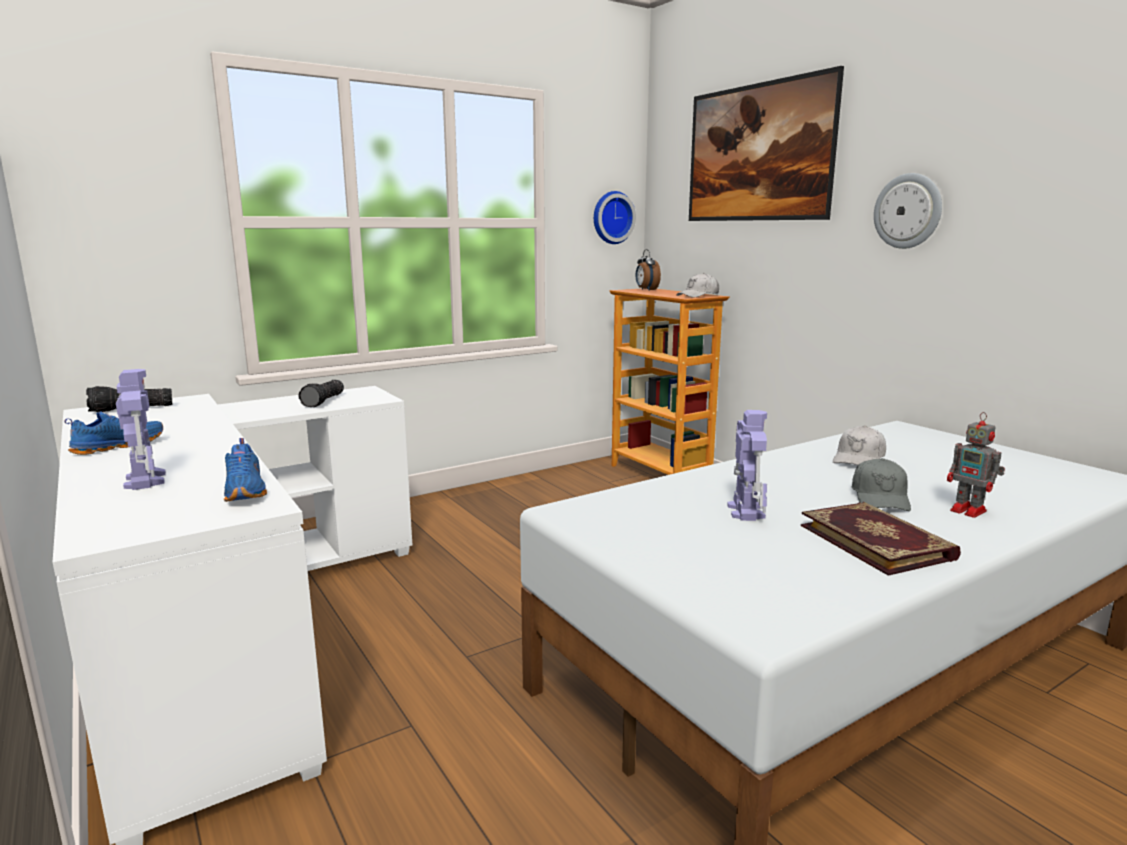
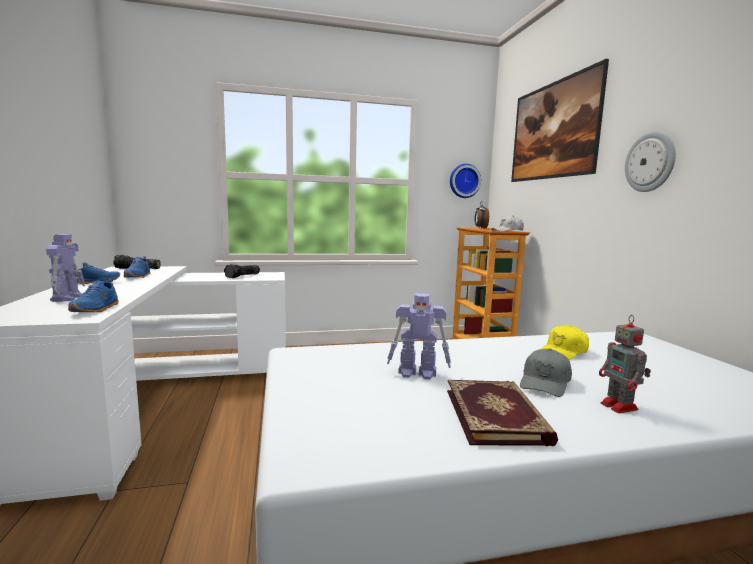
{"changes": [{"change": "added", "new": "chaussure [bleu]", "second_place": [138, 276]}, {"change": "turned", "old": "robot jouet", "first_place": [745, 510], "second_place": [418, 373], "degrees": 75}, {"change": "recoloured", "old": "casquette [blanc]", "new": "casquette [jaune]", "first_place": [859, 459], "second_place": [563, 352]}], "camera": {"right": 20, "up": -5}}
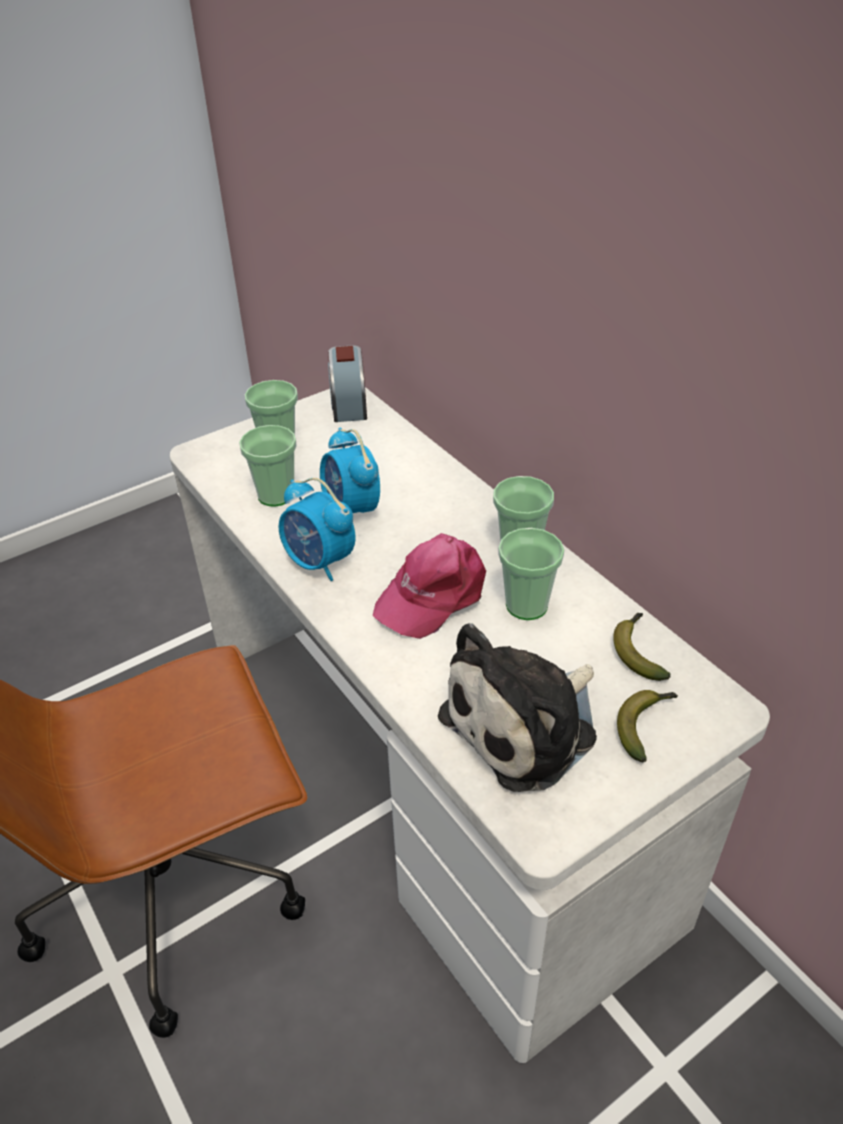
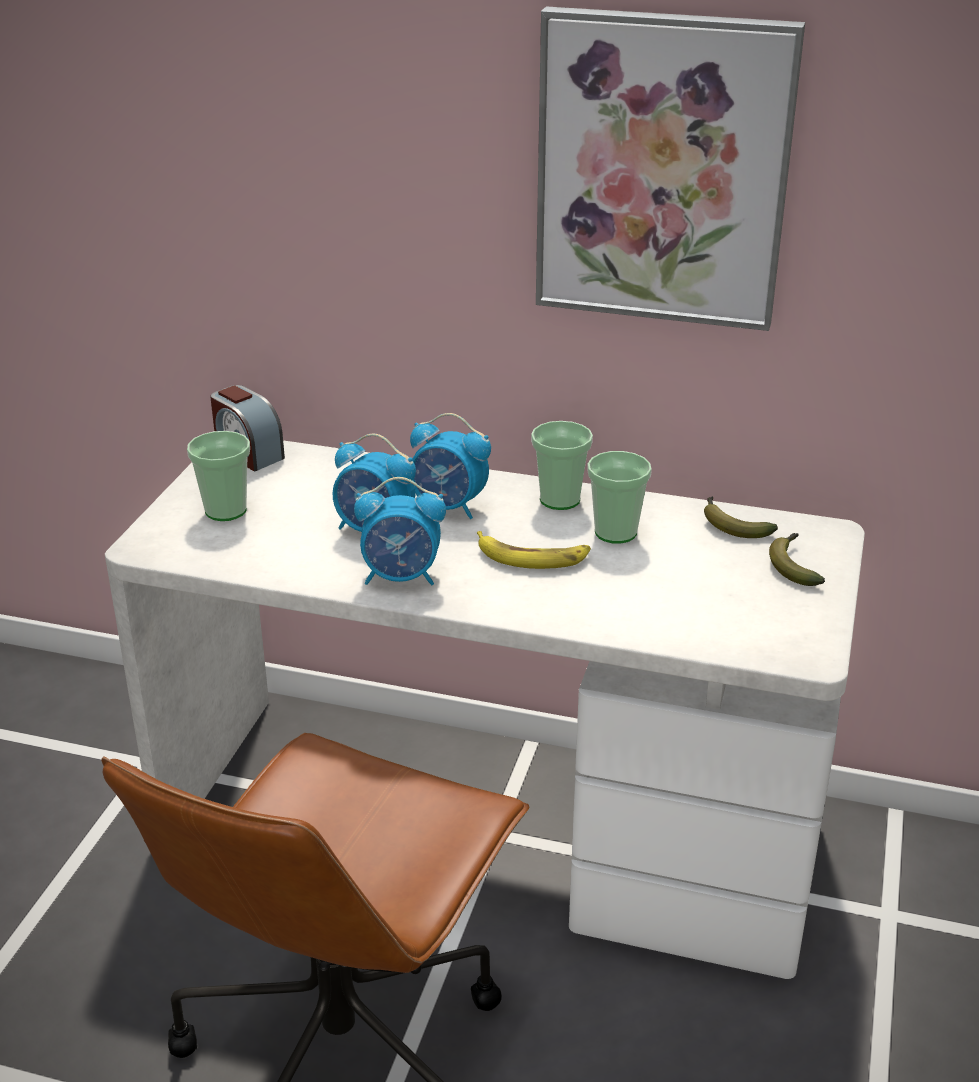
{"changes": [{"change": "added", "new": "réveil", "second_place": [448, 507]}, {"change": "replaced", "old": "casquette [rose]", "new": "banane", "first_place": [433, 594], "second_place": [532, 556]}, {"change": "added", "new": "tableau", "second_place": [662, 170]}, {"change": "removed", "old": "tasse", "first_place": [276, 495]}, {"change": "removed", "old": "peluche", "first_place": [526, 724]}], "camera": {"right": -40, "up": -10}}
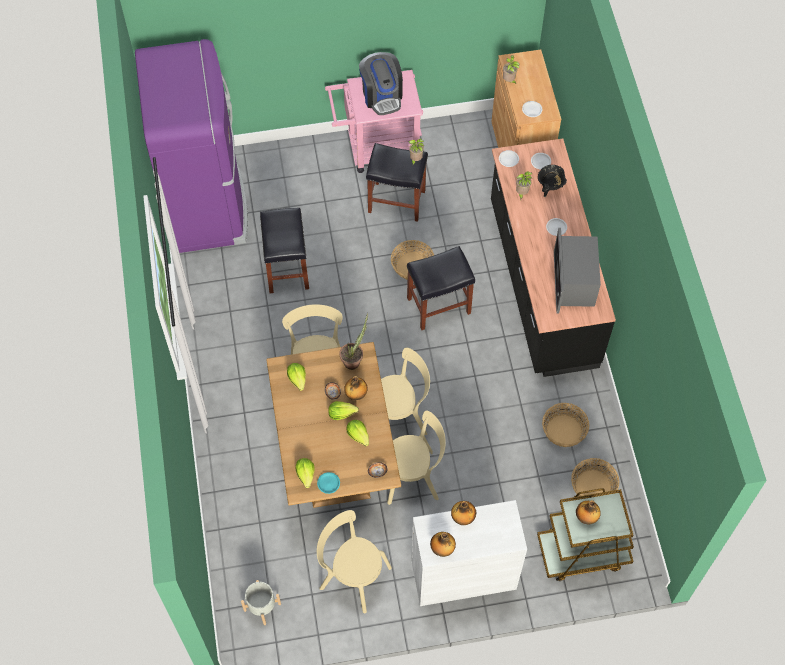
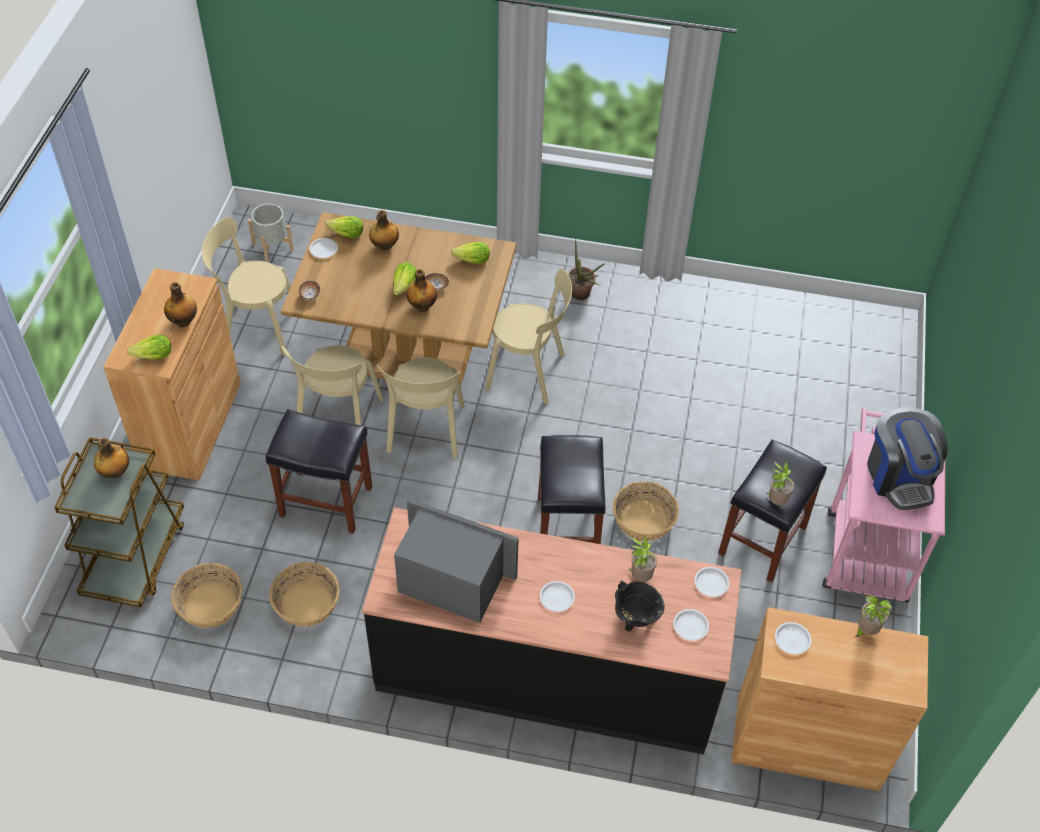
{"changes": [{"change": "recoloured", "old": "meuble de rangement [blanc]", "new": "meuble de rangement [marron]", "first_place": [463, 574], "second_place": [191, 425]}, {"change": "moved", "old": "laitue", "first_place": [358, 435], "second_place": [153, 356]}, {"change": "turned", "old": "chaise [beige]", "first_place": [352, 576], "second_place": [256, 327], "degrees": -135}, {"change": "moved", "old": "tabouret [noir]", "first_place": [287, 269], "second_place": [324, 501]}, {"change": "recoloured", "old": "assiette [turquoise]", "new": "assiette [blanc]", "first_place": [328, 483], "second_place": [323, 249]}, {"change": "moved", "old": "bouteille", "first_place": [442, 549], "second_place": [384, 246]}, {"change": "moved", "old": "plante en pot", "first_place": [354, 359], "second_place": [582, 296]}, {"change": "turned", "old": "machine à café", "first_place": [382, 95], "second_place": [899, 476], "degrees": -105}, {"change": "removed", "old": "réfrigérateur [violet]", "first_place": [207, 204]}], "camera": {"right": 110, "up": -10}}
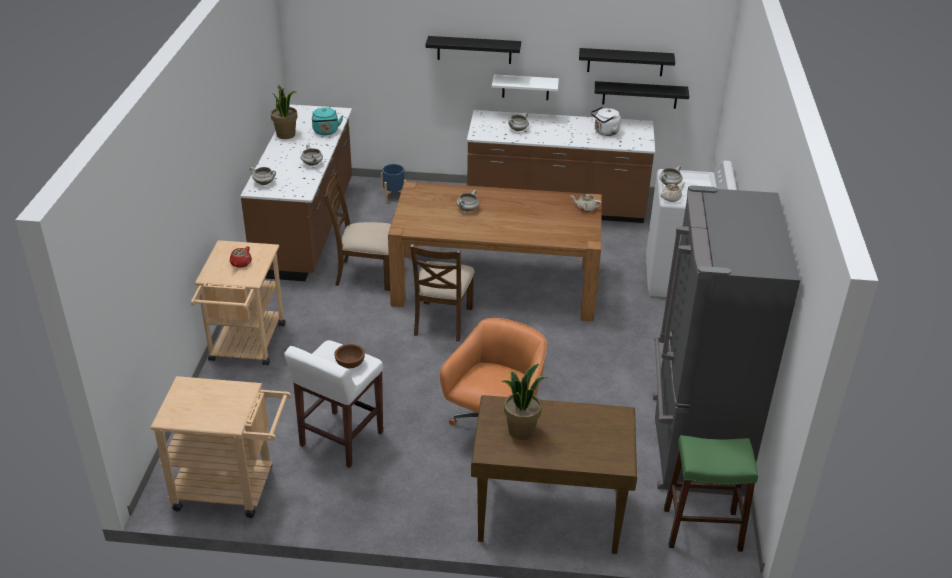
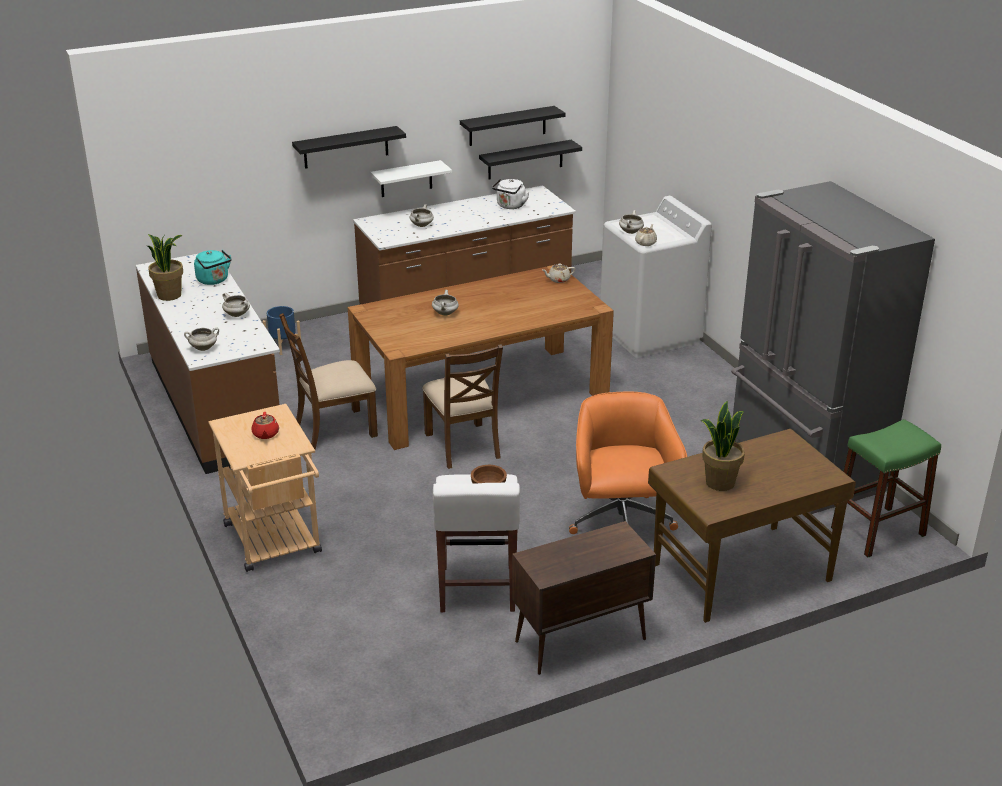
{"changes": [{"change": "added", "new": "meuble de rangement [marron]", "second_place": [579, 641]}, {"change": "removed", "old": "chariot [beige]", "first_place": [233, 489]}], "camera": {"right": -30, "up": -5}}
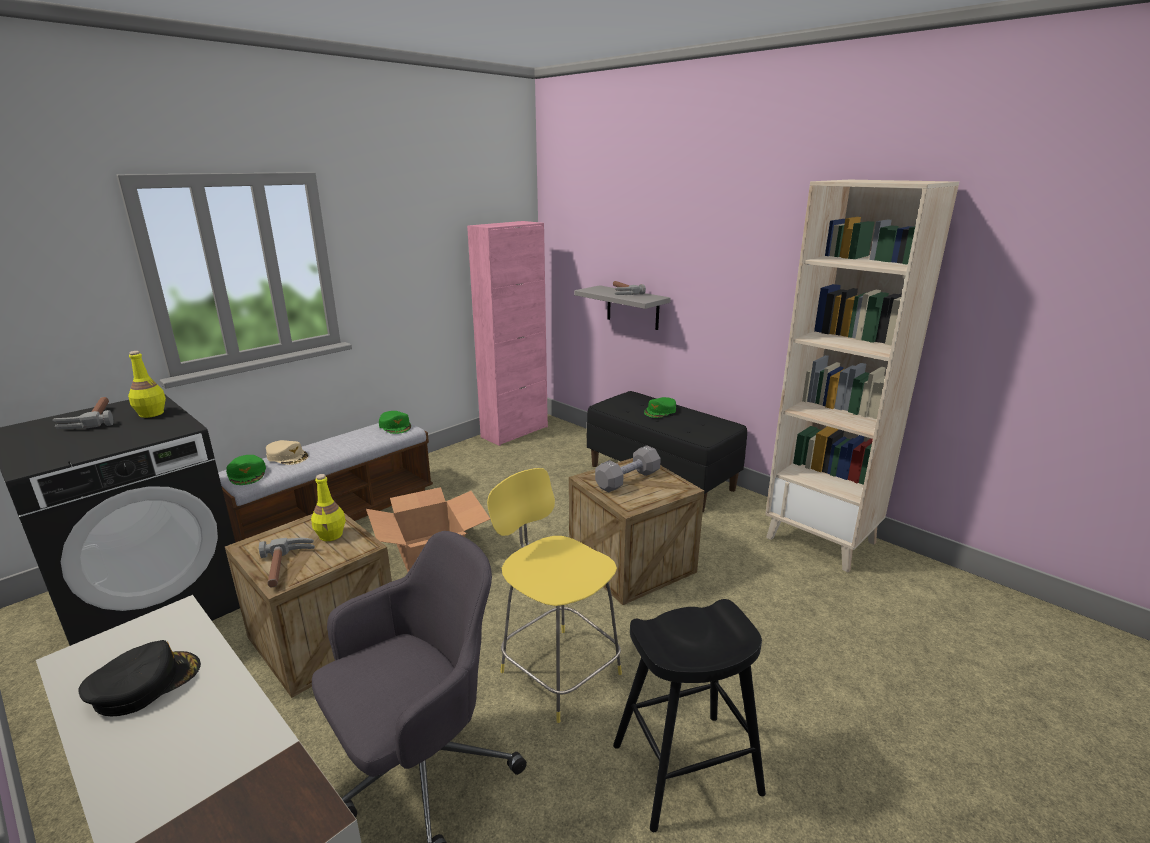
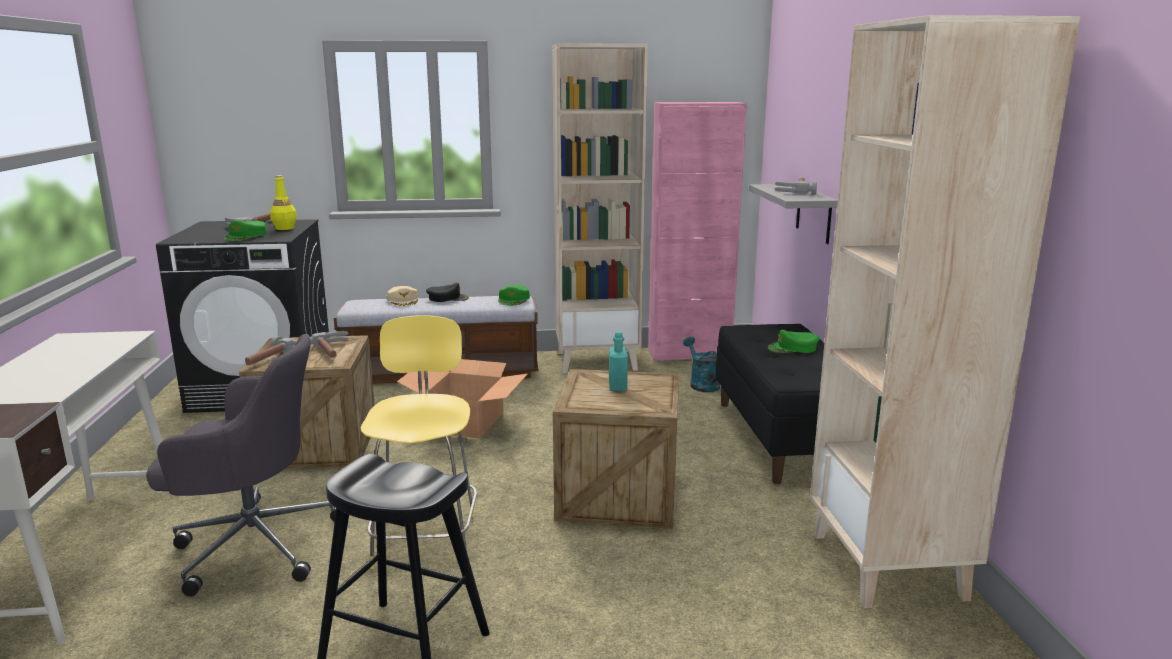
{"changes": [{"change": "moved", "old": "casquette [vert]", "first_place": [247, 474], "second_place": [246, 236]}, {"change": "replaced", "old": "bouteille [jaune]", "new": "marteau", "first_place": [331, 535], "second_place": [332, 351]}, {"change": "moved", "old": "casquette [noir]", "first_place": [145, 684], "second_place": [447, 298]}, {"change": "added", "new": "bibliothèque [beige]", "second_place": [597, 360]}, {"change": "replaced", "old": "haltère [gris]", "new": "bouteille [turquoise]", "first_place": [627, 480], "second_place": [617, 387]}, {"change": "added", "new": "arrosoir [turquoise]", "second_place": [701, 384]}], "camera": {"right": 40, "up": -5}}
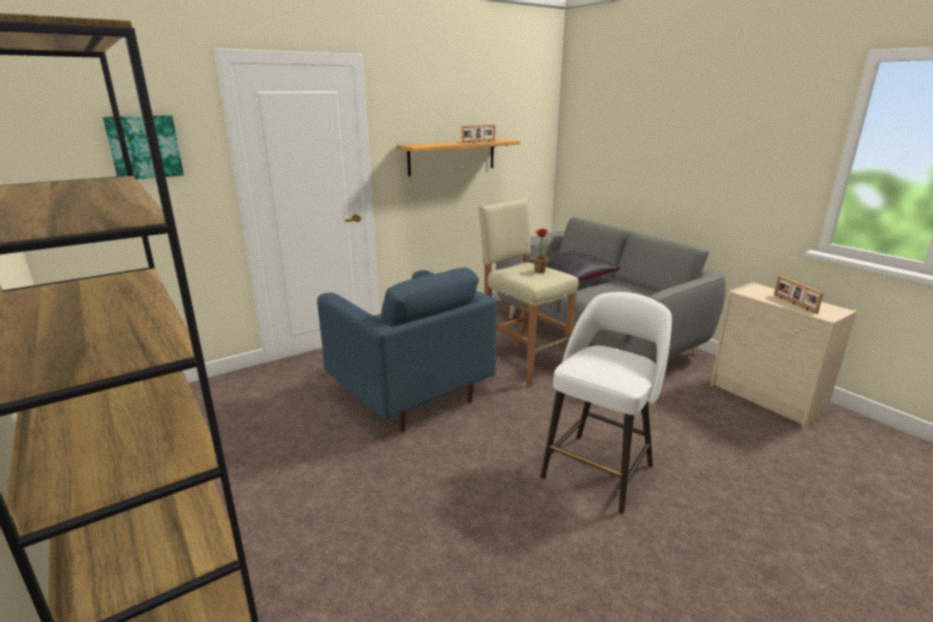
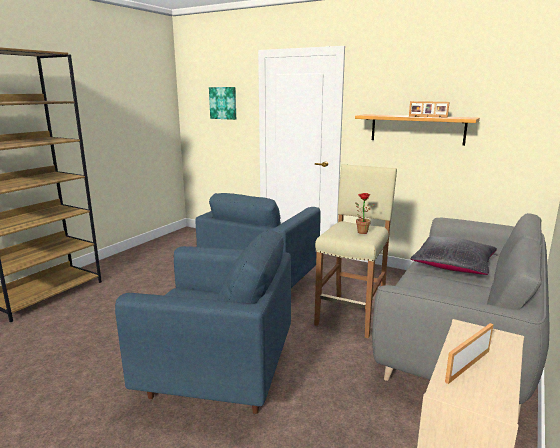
{"changes": [{"change": "replaced", "old": "tabouret [blanc]", "new": "fauteuil [bleu]", "first_place": [599, 469], "second_place": [216, 376]}], "camera": {"right": 65, "up": -5}}
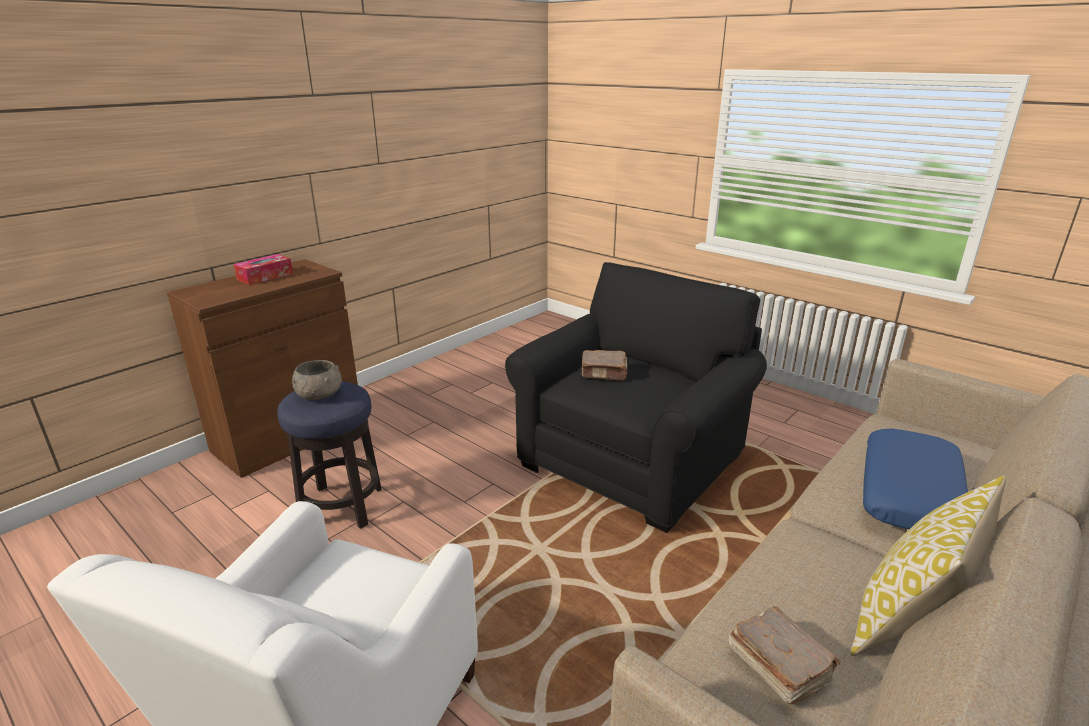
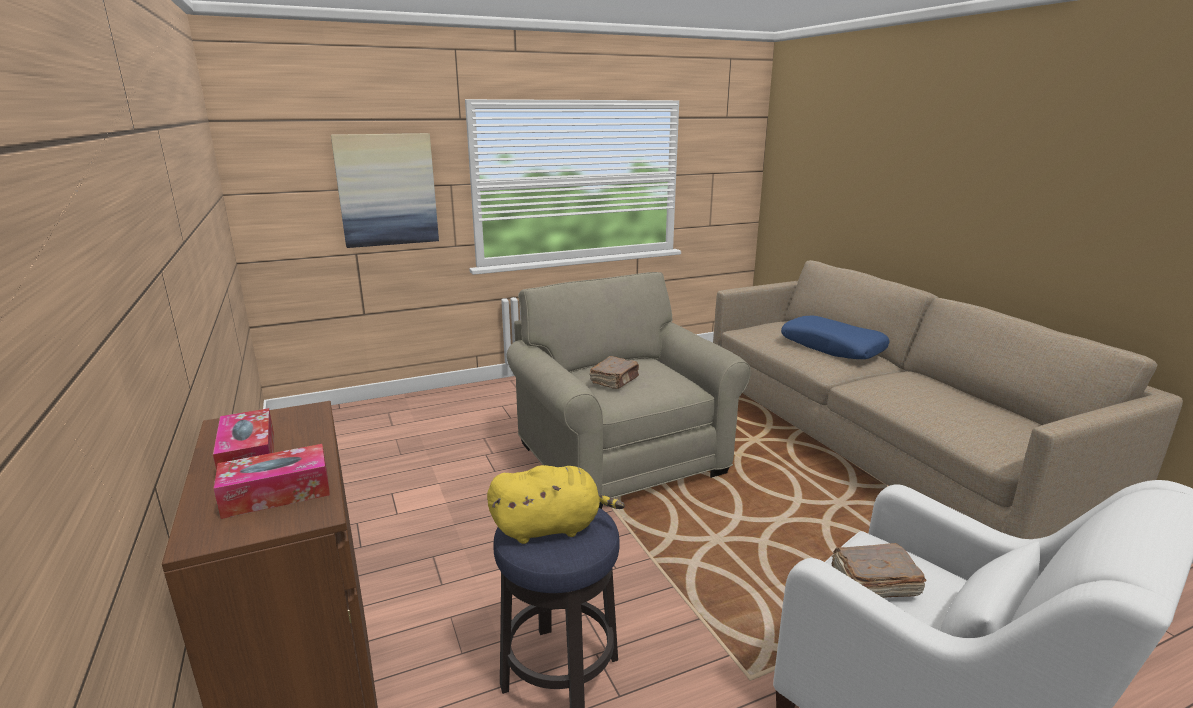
{"changes": [{"change": "added", "new": "boîte à mouchoirs", "second_place": [277, 493]}, {"change": "added", "new": "tableau", "second_place": [387, 190]}, {"change": "replaced", "old": "bol [gris]", "new": "peluche [jaune]", "first_place": [320, 395], "second_place": [551, 527]}, {"change": "recoloured", "old": "fauteuil [noir]", "new": "fauteuil [beige]", "first_place": [632, 461], "second_place": [621, 458]}, {"change": "moved", "old": "livre [marron]", "first_place": [778, 664], "second_place": [873, 583]}, {"change": "removed", "old": "coussin", "first_place": [908, 622]}], "camera": {"right": -65, "up": -5}}
